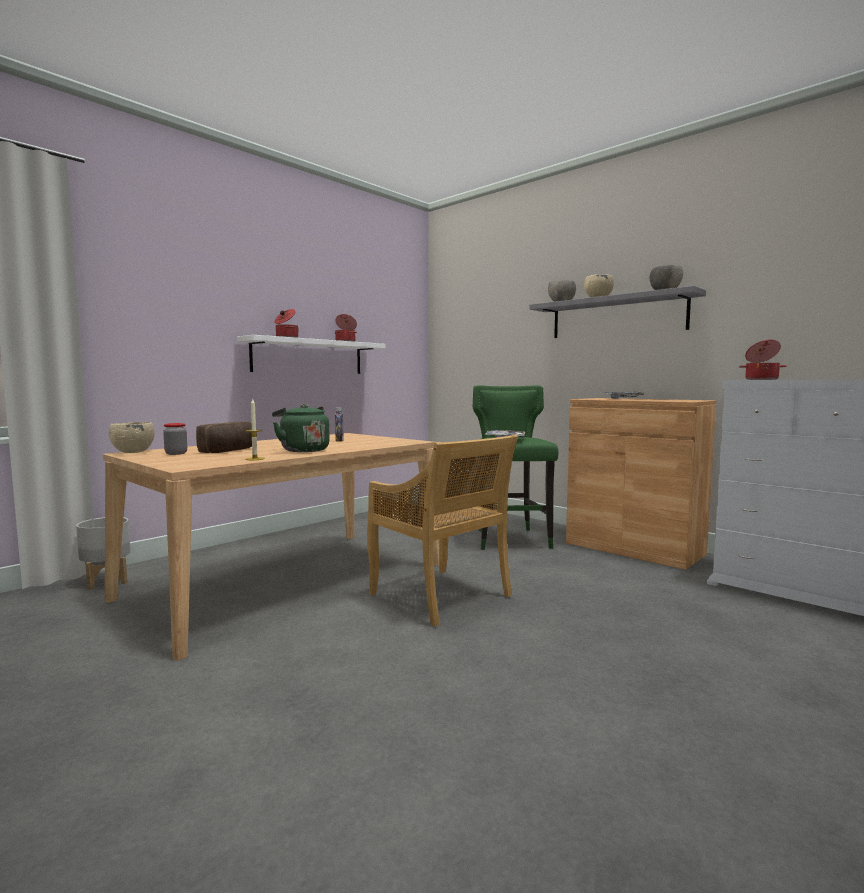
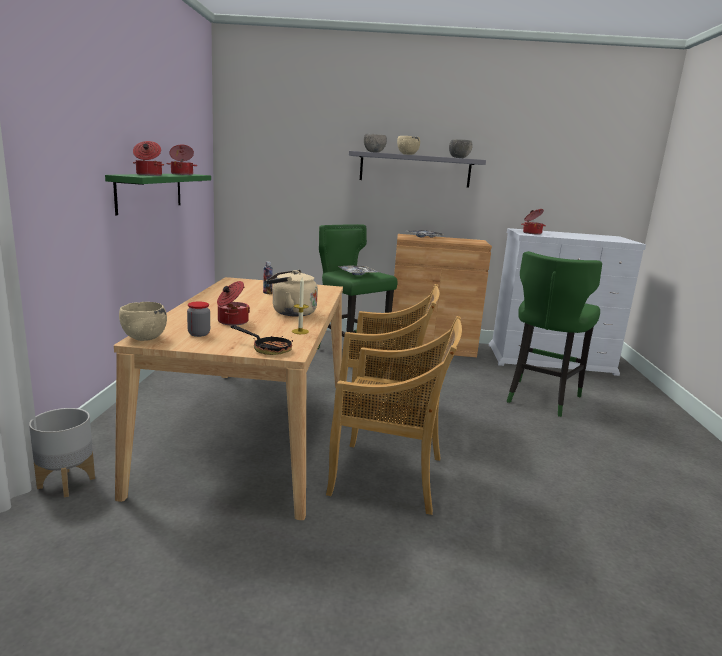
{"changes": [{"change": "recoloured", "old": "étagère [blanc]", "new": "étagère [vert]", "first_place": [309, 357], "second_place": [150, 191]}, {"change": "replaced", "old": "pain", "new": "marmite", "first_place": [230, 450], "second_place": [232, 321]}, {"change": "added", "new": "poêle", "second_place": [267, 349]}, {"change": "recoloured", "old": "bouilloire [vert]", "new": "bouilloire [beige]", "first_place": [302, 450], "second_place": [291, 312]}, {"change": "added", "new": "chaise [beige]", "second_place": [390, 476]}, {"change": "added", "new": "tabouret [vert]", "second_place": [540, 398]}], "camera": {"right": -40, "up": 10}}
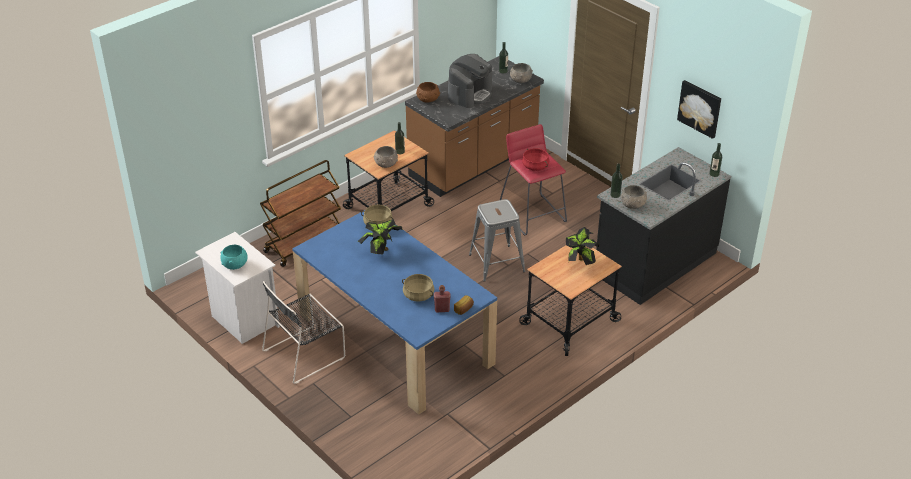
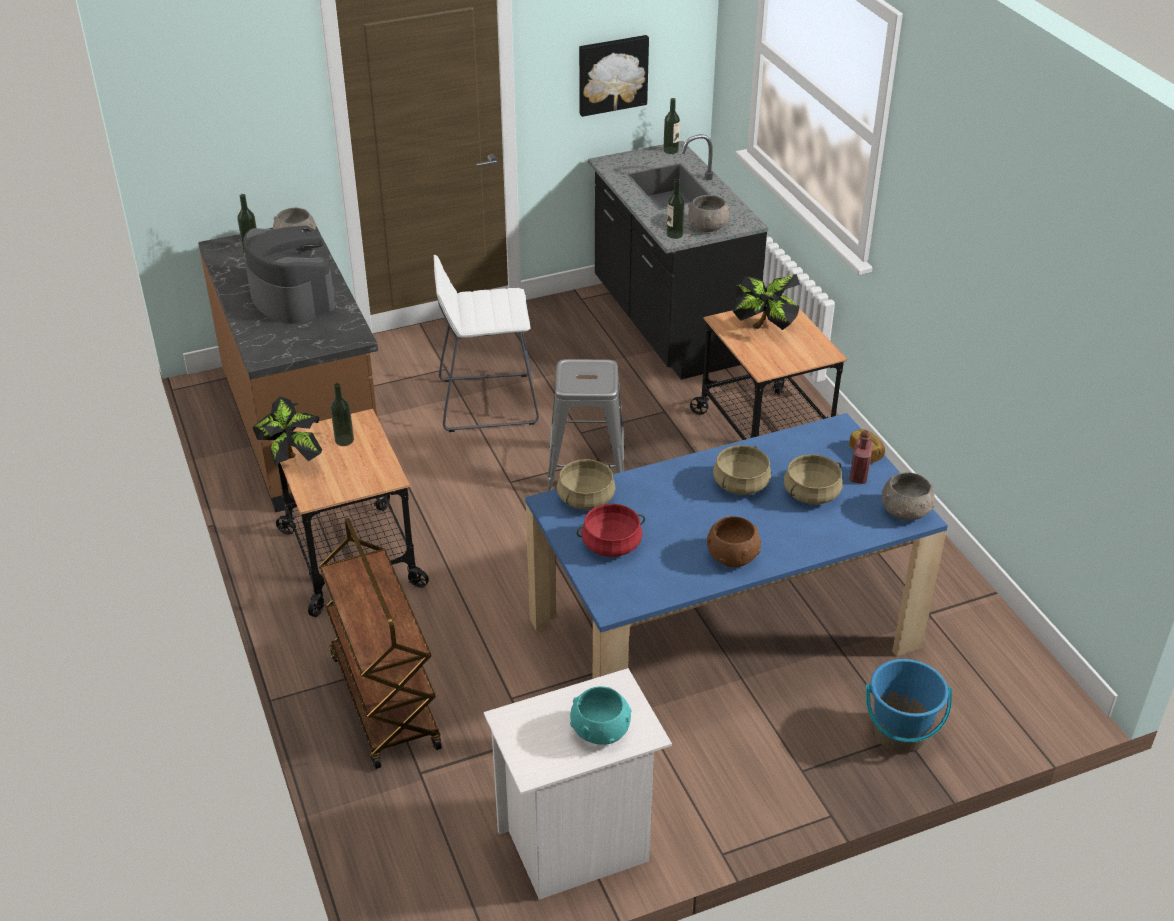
{"changes": [{"change": "moved", "old": "plante en pot", "first_place": [381, 251], "second_place": [292, 461]}, {"change": "recoloured", "old": "tabouret [rouge]", "new": "tabouret [blanc]", "first_place": [533, 215], "second_place": [487, 402]}, {"change": "moved", "old": "marmite [rouge]", "first_place": [535, 166], "second_place": [611, 544]}, {"change": "moved", "old": "bol [marron]", "first_place": [428, 99], "second_place": [732, 556]}, {"change": "added", "new": "marmite [beige]", "second_place": [740, 484]}, {"change": "added", "new": "seau [bleu]", "second_place": [900, 734]}, {"change": "moved", "old": "bol [gris]", "first_place": [386, 164], "second_place": [906, 511]}, {"change": "removed", "old": "chaise [noir]", "first_place": [306, 353]}], "camera": {"right": -70, "up": 0}}
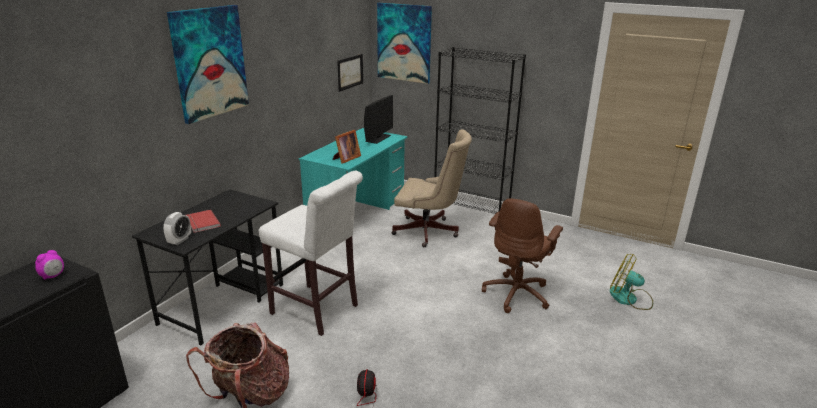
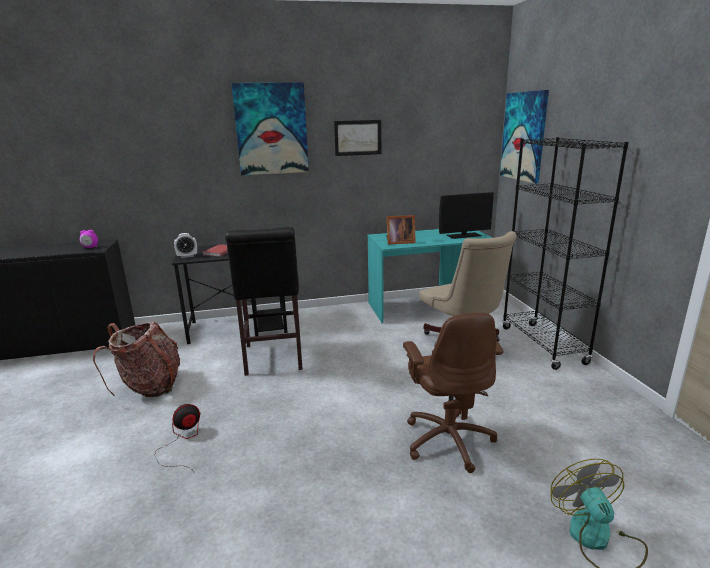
{"changes": [{"change": "recoloured", "old": "tabouret [blanc]", "new": "tabouret [noir]", "first_place": [318, 311], "second_place": [273, 359]}, {"change": "moved", "old": "tableau", "first_place": [350, 72], "second_place": [358, 137]}, {"change": "turned", "old": "chaise de bureau [marron]", "first_place": [517, 294], "second_place": [448, 439], "degrees": -90}], "camera": {"right": 50, "up": -5}}
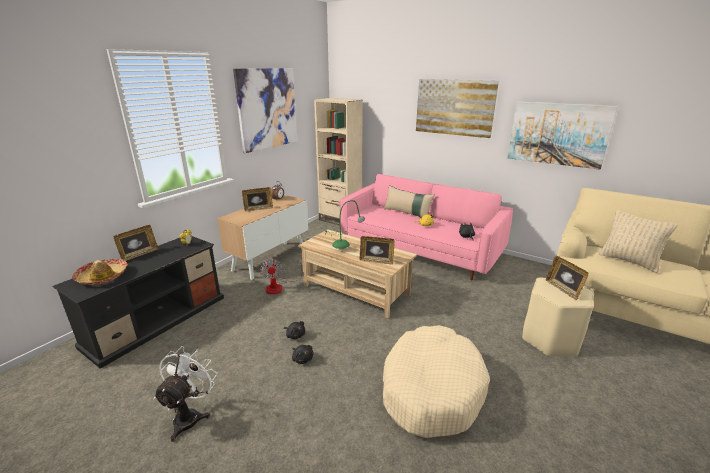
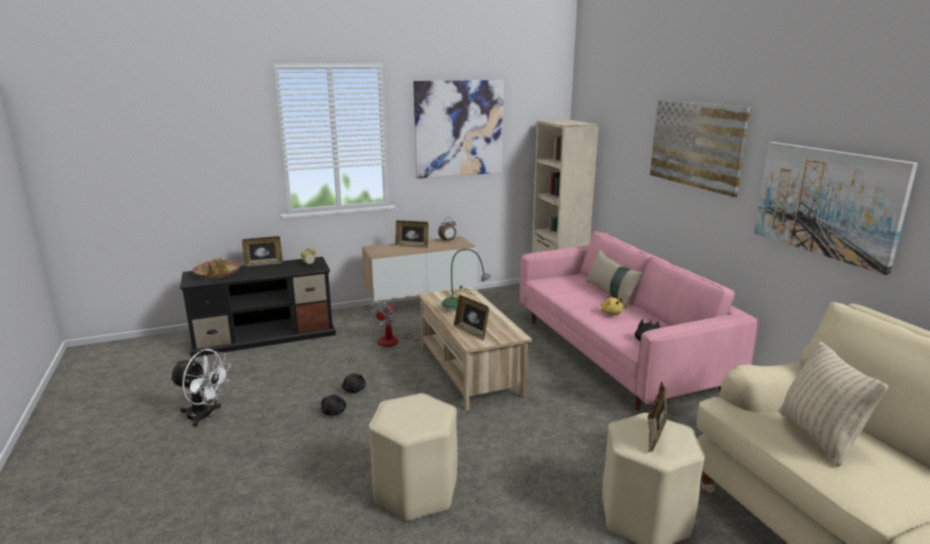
{"changes": [{"change": "turned", "old": "ventilateur [blanc]", "first_place": [190, 416], "second_place": [205, 416], "degrees": 60}, {"change": "replaced", "old": "panier pour chien [beige]", "new": "tabouret [beige]", "first_place": [431, 389], "second_place": [415, 492]}], "camera": {"right": 35, "up": -5}}
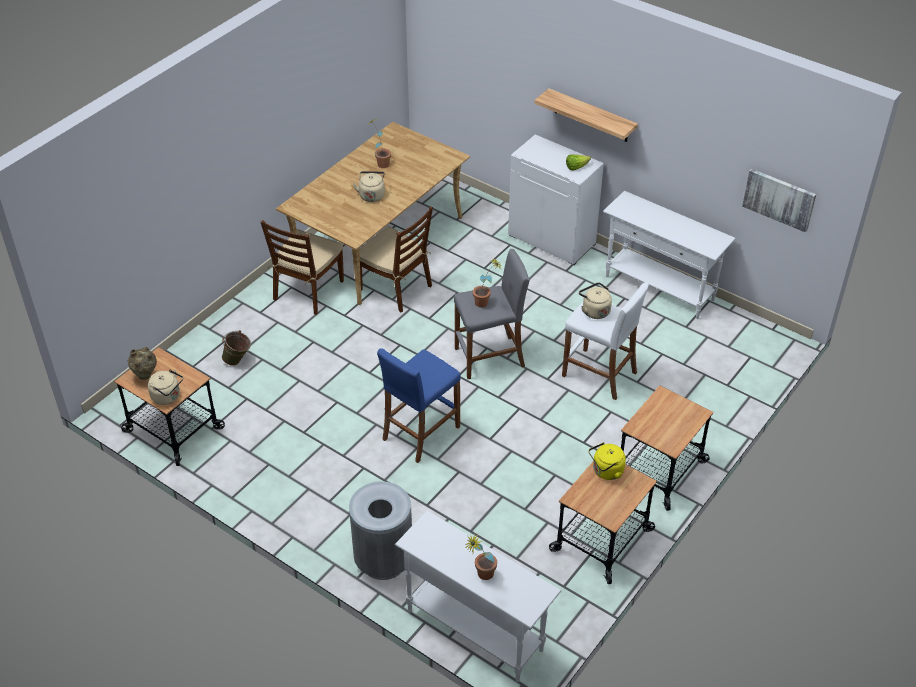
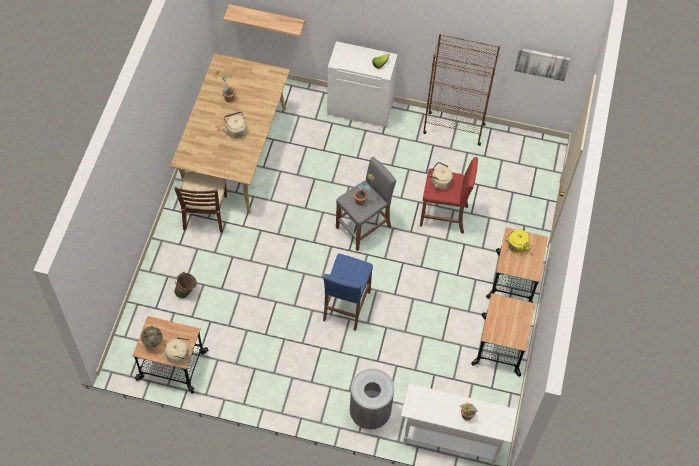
{"changes": [{"change": "moved", "old": "étagère", "first_place": [591, 116], "second_place": [267, 18]}, {"change": "recoloured", "old": "tabouret [blanc]", "new": "tabouret [rouge]", "first_place": [599, 374], "second_place": [444, 216]}, {"change": "replaced", "old": "table console [blanc]", "new": "bibliothèque [marron]", "first_place": [659, 288], "second_place": [453, 128]}, {"change": "moved", "old": "bouilloire [jaune]", "first_place": [606, 471], "second_place": [516, 247]}, {"change": "removed", "old": "chaise [marron]", "first_place": [396, 288]}], "camera": {"right": -25, "up": 15}}
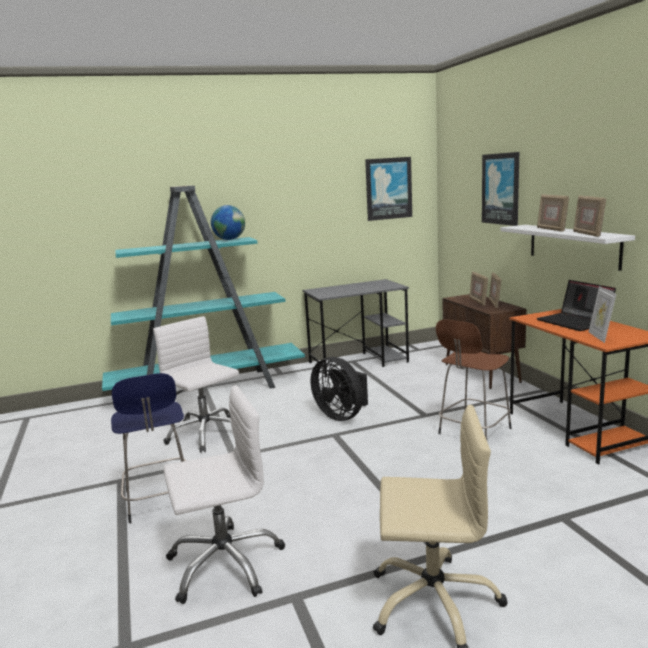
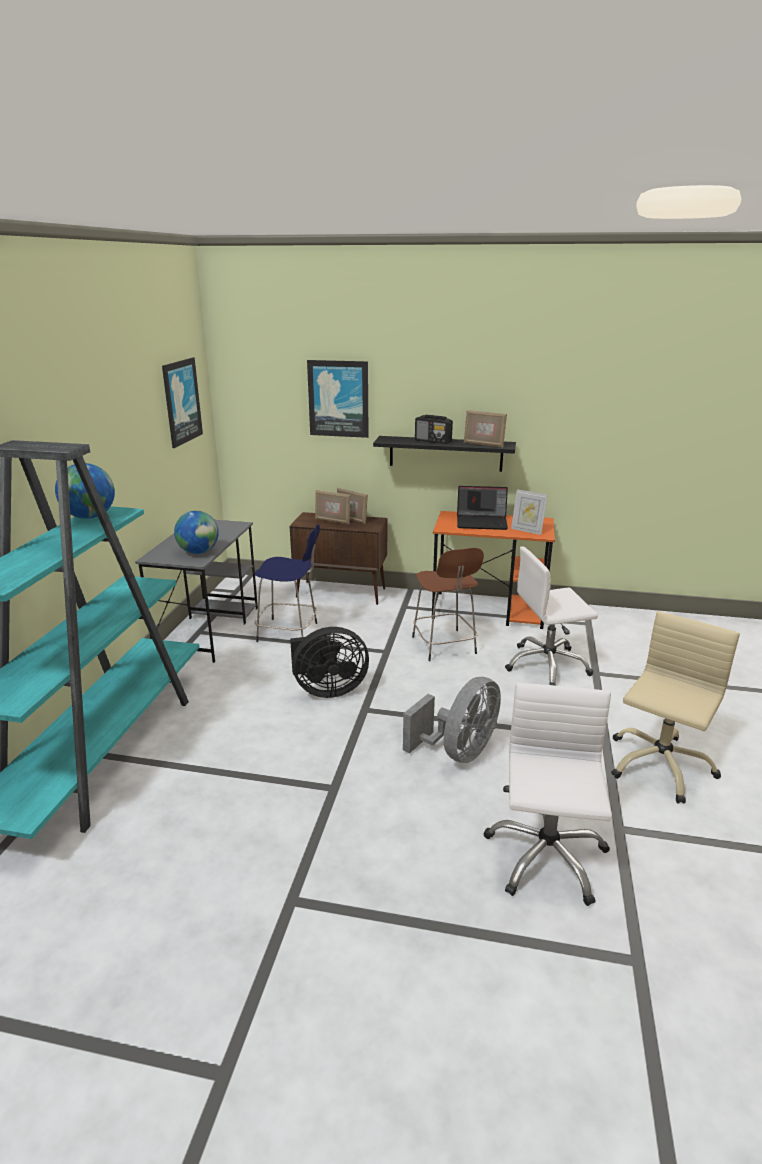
{"changes": [{"change": "added", "new": "globe", "second_place": [199, 552]}, {"change": "moved", "old": "tabouret [bleu]", "first_place": [160, 501], "second_place": [290, 632]}, {"change": "recoloured", "old": "étagère [blanc]", "new": "étagère [noir]", "first_place": [573, 245], "second_place": [445, 453]}, {"change": "added", "new": "ventilateur [gris]", "second_place": [459, 752]}, {"change": "replaced", "old": "cadre photo", "new": "radio", "first_place": [551, 229], "second_place": [433, 441]}, {"change": "moved", "old": "chaise de bureau [blanc]", "first_place": [205, 434], "second_place": [547, 666]}], "camera": {"right": -60, "up": 10}}
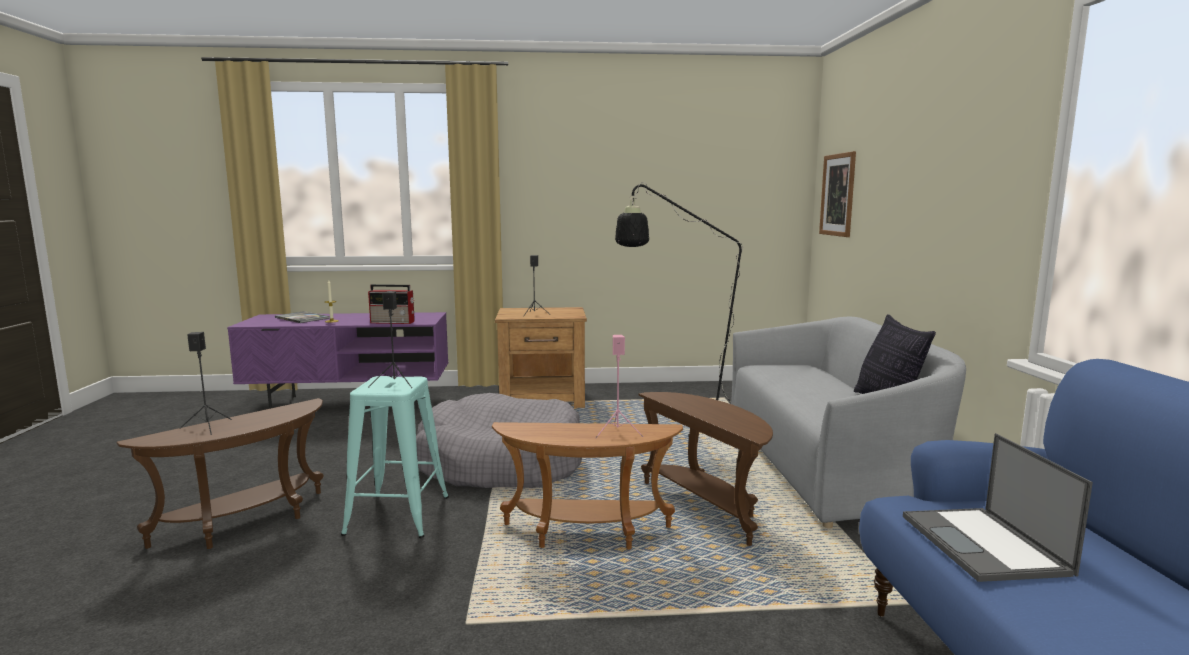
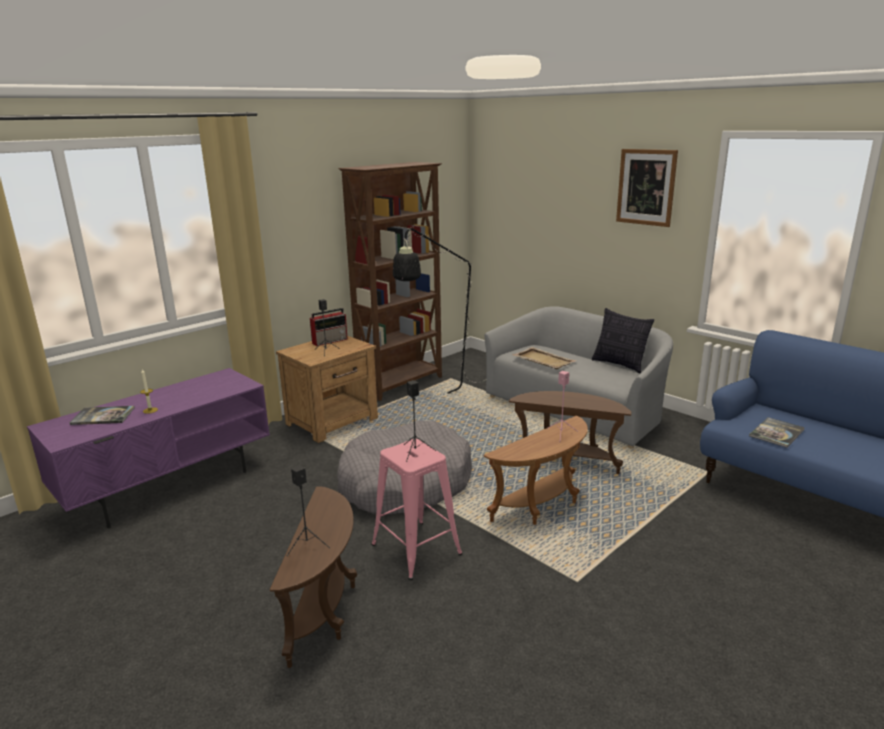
{"changes": [{"change": "moved", "old": "radio", "first_place": [393, 322], "second_place": [330, 341]}, {"change": "added", "new": "bibliothèque [marron]", "second_place": [401, 384]}, {"change": "recoloured", "old": "tabouret [turquoise]", "new": "tabouret [rose]", "first_place": [398, 515], "second_place": [416, 549]}, {"change": "added", "new": "plateau [beige]", "second_place": [543, 360]}, {"change": "moved", "old": "tableau", "first_place": [837, 195], "second_place": [646, 187]}, {"change": "replaced", "old": "ordinateur portable", "new": "livre", "first_place": [985, 545], "second_place": [776, 433]}], "camera": {"right": -40, "up": 10}}
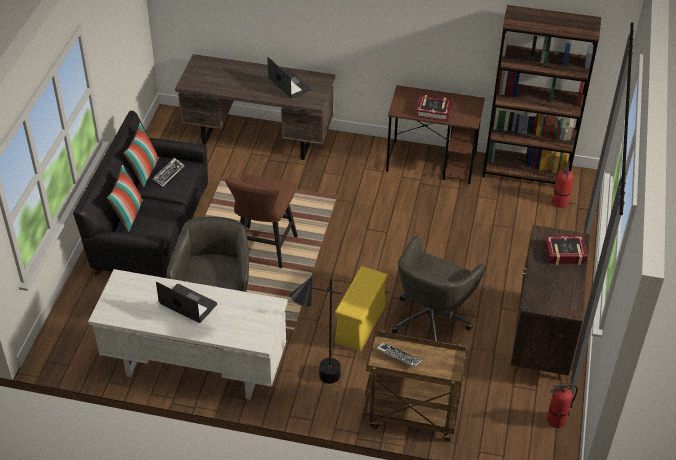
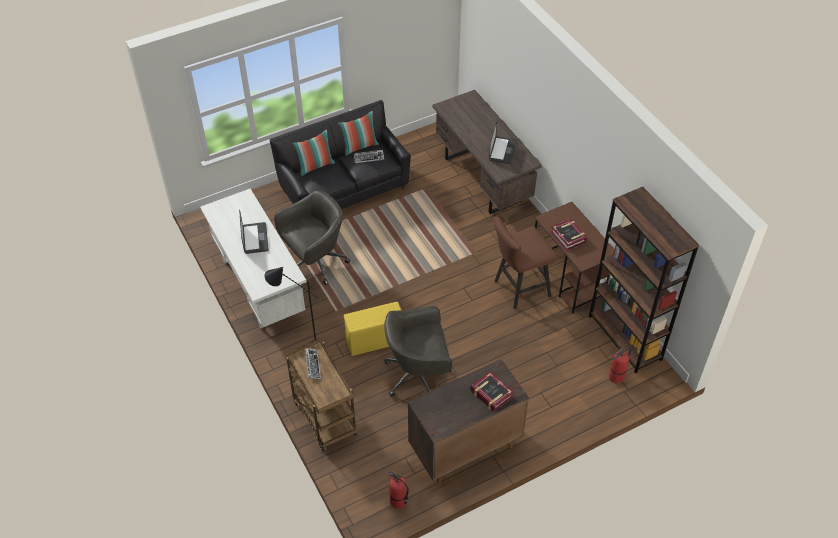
{"changes": [{"change": "moved", "old": "tabouret [marron]", "first_place": [264, 250], "second_place": [518, 289]}], "camera": {"right": 50, "up": 5}}
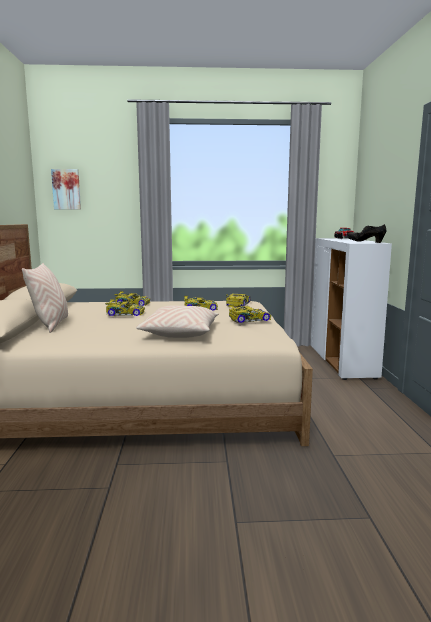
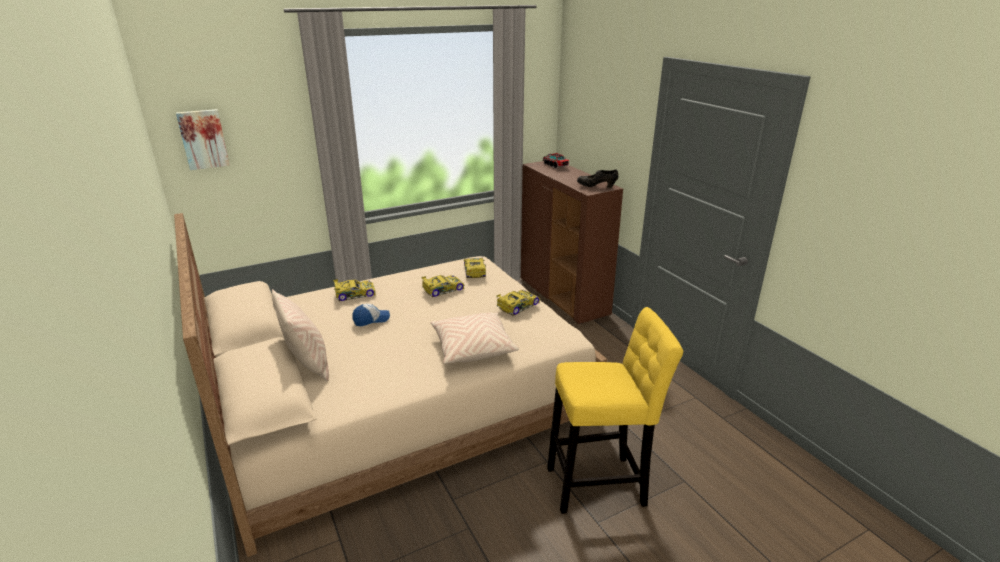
{"changes": [{"change": "replaced", "old": "petite voiture", "new": "casquette", "first_place": [125, 313], "second_place": [371, 320]}, {"change": "recoloured", "old": "meuble de rangement [blanc]", "new": "meuble de rangement [marron]", "first_place": [342, 362], "second_place": [563, 297]}, {"change": "added", "new": "tabouret [jaune]", "second_place": [601, 485]}], "camera": {"right": -25, "up": 15}}
